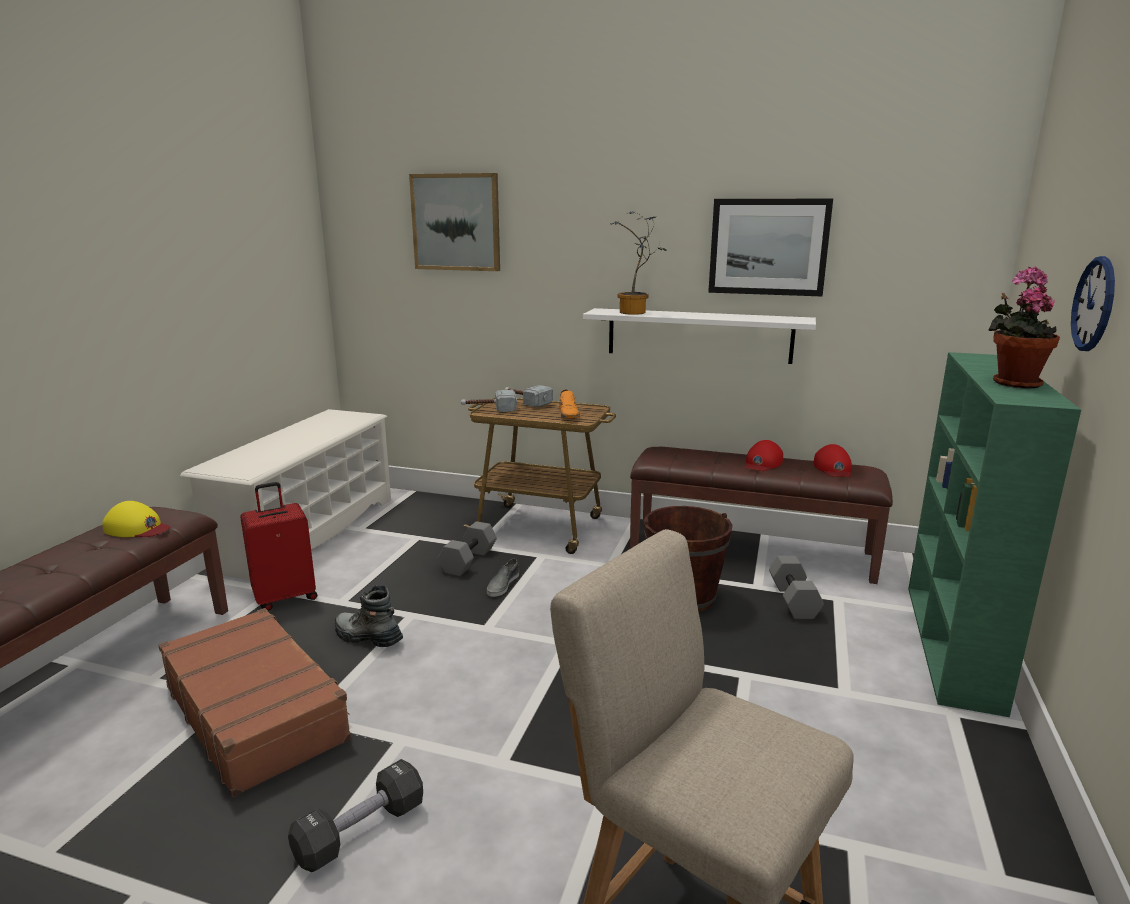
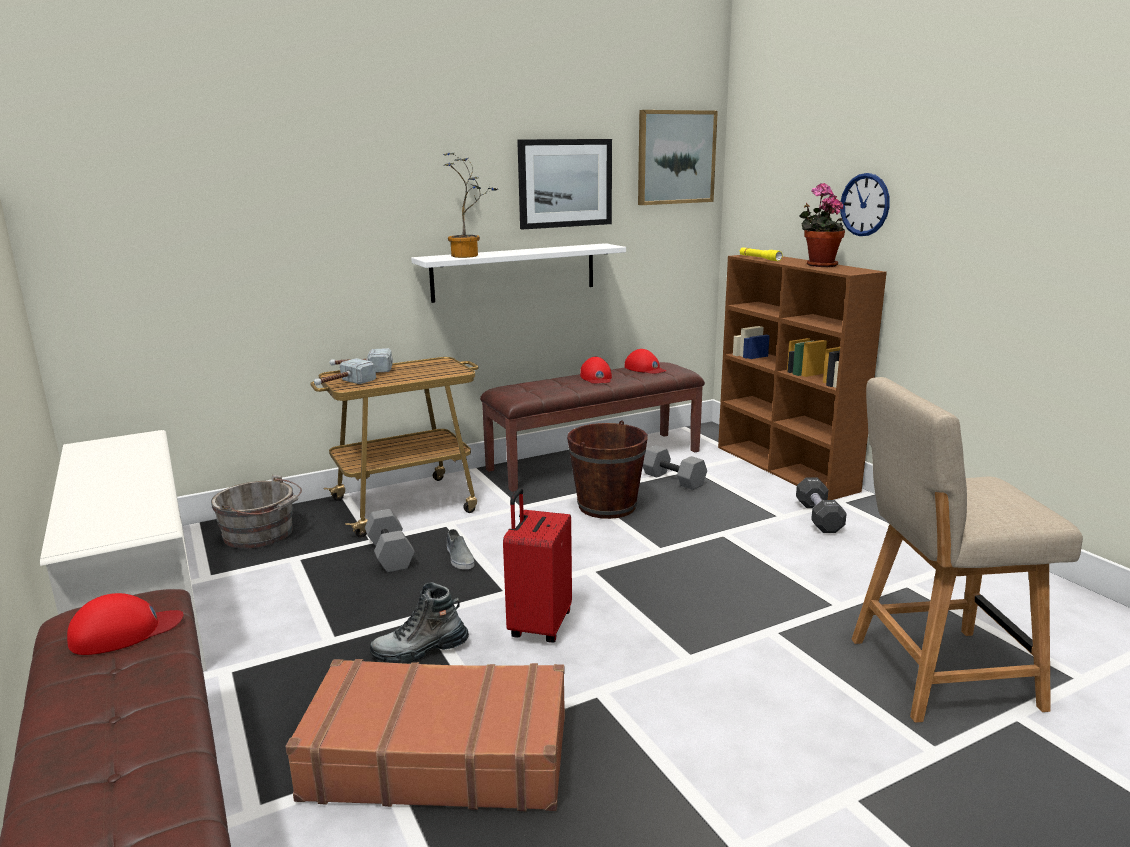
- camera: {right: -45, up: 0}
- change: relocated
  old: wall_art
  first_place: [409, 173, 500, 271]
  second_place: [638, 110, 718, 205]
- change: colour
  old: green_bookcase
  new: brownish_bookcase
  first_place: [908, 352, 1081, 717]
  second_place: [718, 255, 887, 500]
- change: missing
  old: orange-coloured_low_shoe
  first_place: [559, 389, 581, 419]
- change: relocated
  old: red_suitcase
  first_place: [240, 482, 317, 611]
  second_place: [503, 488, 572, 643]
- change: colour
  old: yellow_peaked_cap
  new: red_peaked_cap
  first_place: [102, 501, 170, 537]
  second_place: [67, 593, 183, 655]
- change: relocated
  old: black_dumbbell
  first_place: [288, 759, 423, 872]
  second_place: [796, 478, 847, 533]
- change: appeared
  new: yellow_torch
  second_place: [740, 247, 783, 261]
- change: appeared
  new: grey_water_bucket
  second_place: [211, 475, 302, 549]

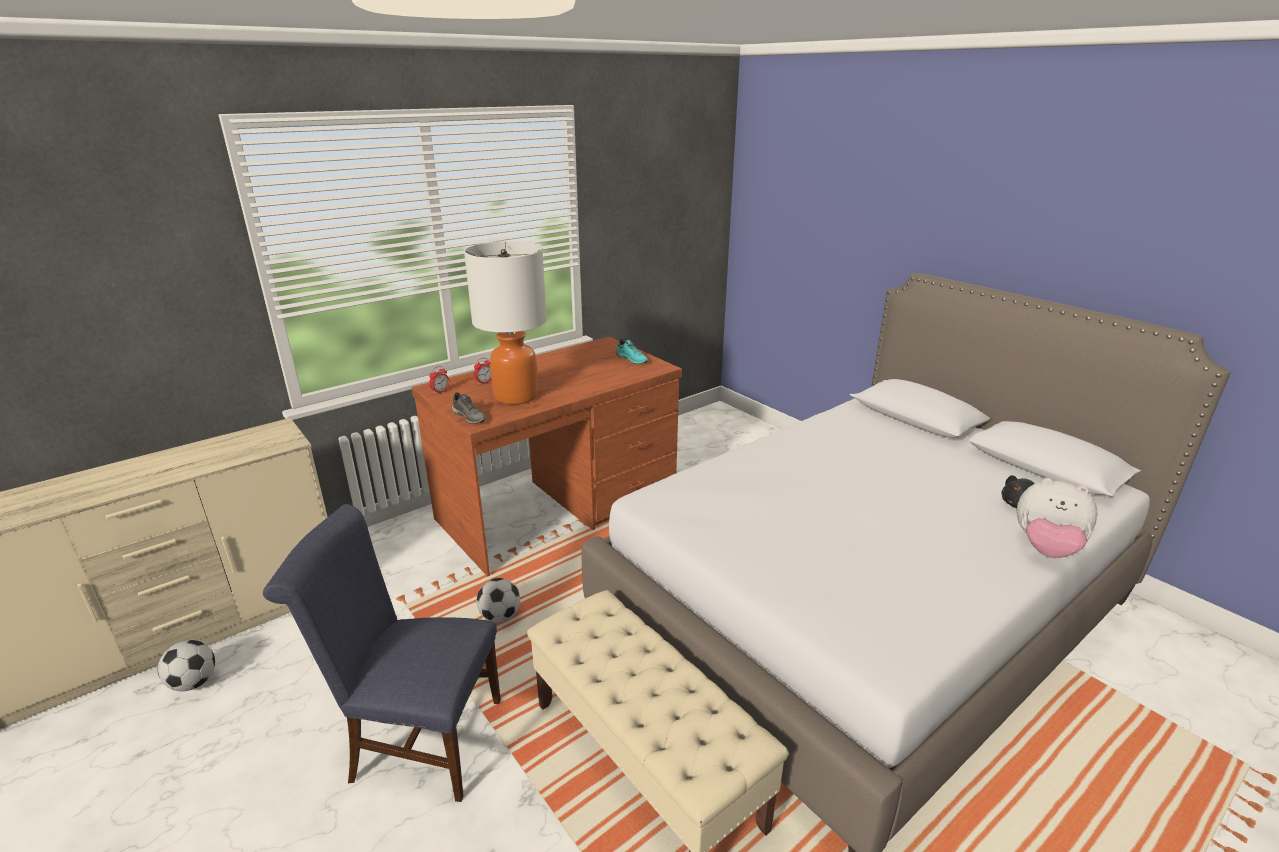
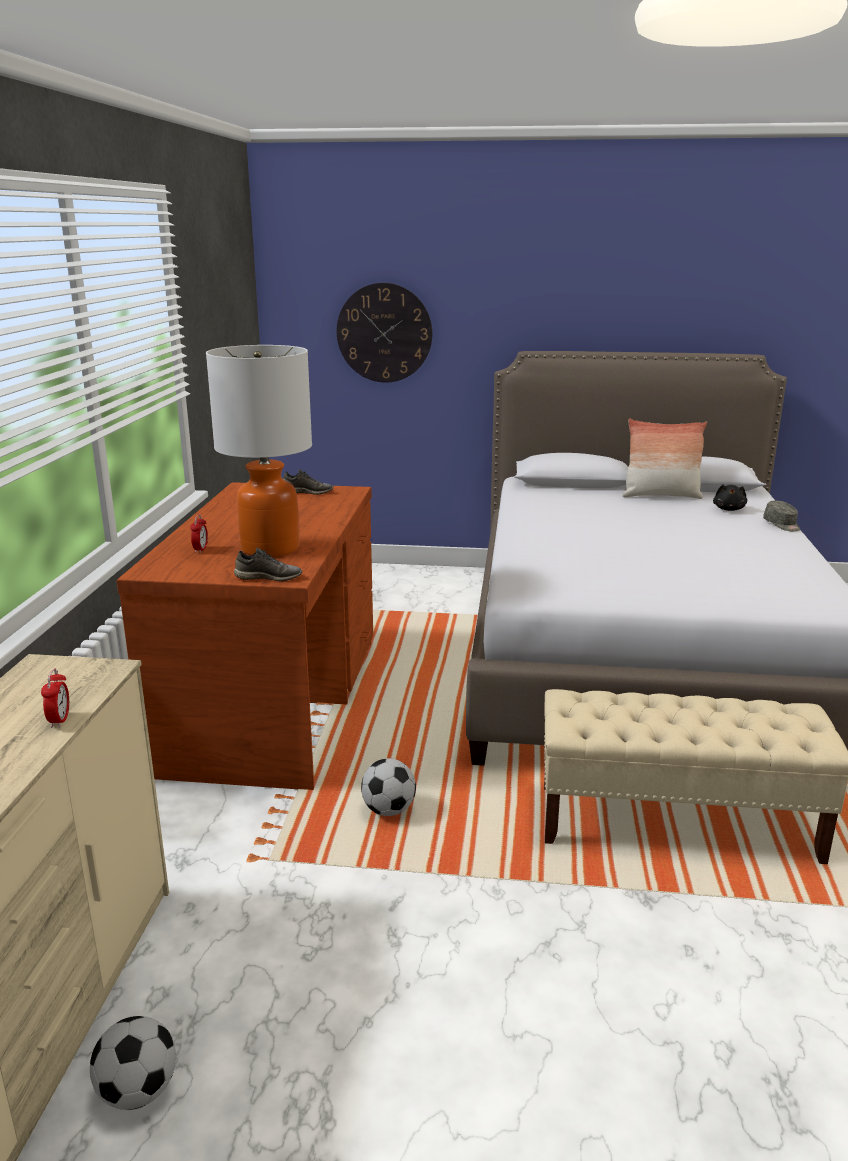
- camera: {right: -45, up: -5}
- change: colour
  old: blue-green_low_shoe
  new: grey_low_shoe
  first_place: [616, 339, 648, 364]
  second_place: [283, 469, 333, 495]
- change: relocated
  old: table_clock
  first_place: [429, 366, 449, 394]
  second_place: [41, 669, 69, 728]
- change: exchanged
  old: plush_toy
  new: grey_peaked_cap
  first_place: [1017, 478, 1097, 558]
  second_place: [763, 501, 800, 531]
- change: missing
  old: bluish_plain_chair
  first_place: [263, 504, 501, 802]
- change: appeared
  new: clock_on_the_wall
  second_place: [337, 283, 432, 383]
- change: appeared
  new: throw_pillow
  second_place: [622, 418, 707, 499]

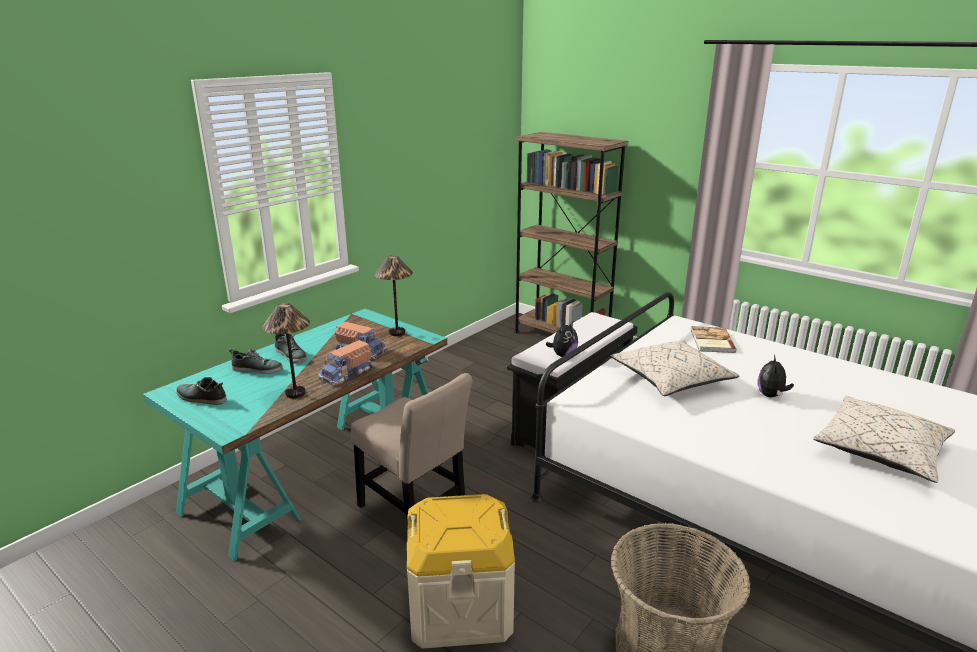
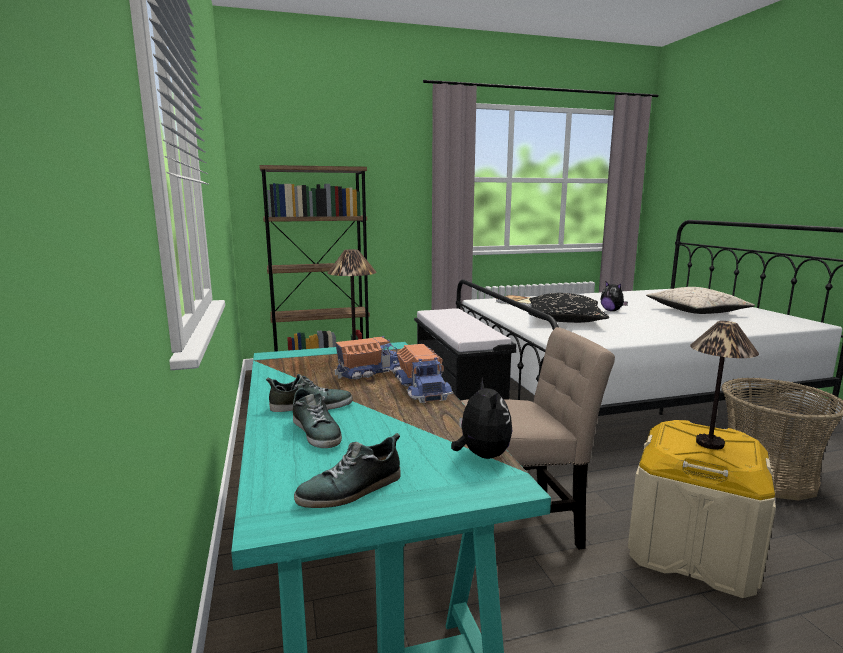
- camera: {right: -55, up: -10}
- change: relocated
  old: lamp_for_a_table
  first_place: [263, 303, 310, 398]
  second_place: [690, 321, 759, 450]
- change: relocated
  old: plush_toy
  first_place: [546, 320, 578, 357]
  second_place: [451, 377, 512, 459]
- change: colour
  old: sand-coloured_throw_pillow
  new: black_throw_pillow
  first_place: [610, 340, 740, 396]
  second_place: [529, 293, 609, 323]
- change: spun
  old: low_shoe
  first_place: [229, 348, 283, 374]
  second_place: [293, 385, 342, 448]
  degrees: 105

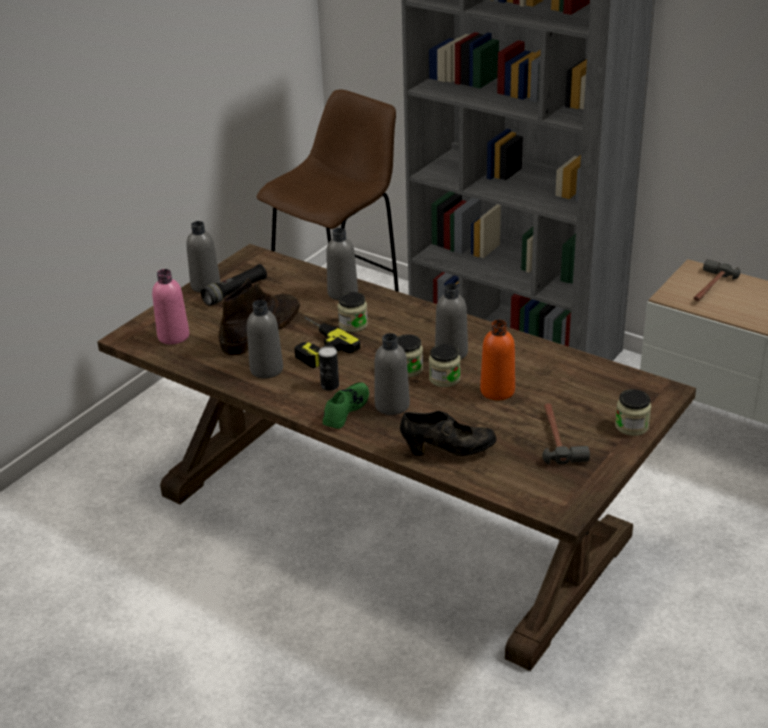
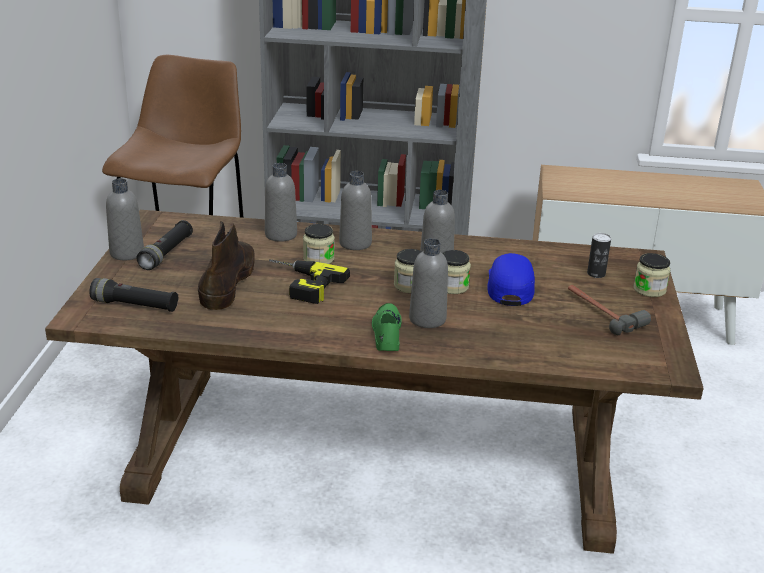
- camera: {right: -30, up: -5}
- change: missing
  old: tool_hammer
  first_place: [694, 259, 740, 301]
- change: exchanged
  old: pink-coloured_beverage_bottle
  new: black_torch
  first_place: [152, 269, 189, 345]
  second_place: [89, 278, 179, 312]
- change: relocated
  old: grey_beverage_bottle
  first_place: [247, 300, 283, 378]
  second_place: [339, 171, 372, 250]
- change: exchanged
  old: orange-coloured_beverage_bottle
  new: bluish_peaked_cap
  first_place: [480, 319, 515, 401]
  second_place: [487, 253, 535, 306]
- change: relocated
  old: metal_can
  first_place: [318, 346, 339, 391]
  second_place: [587, 233, 611, 278]
- change: missing
  old: black_low_shoe
  first_place: [400, 411, 497, 456]

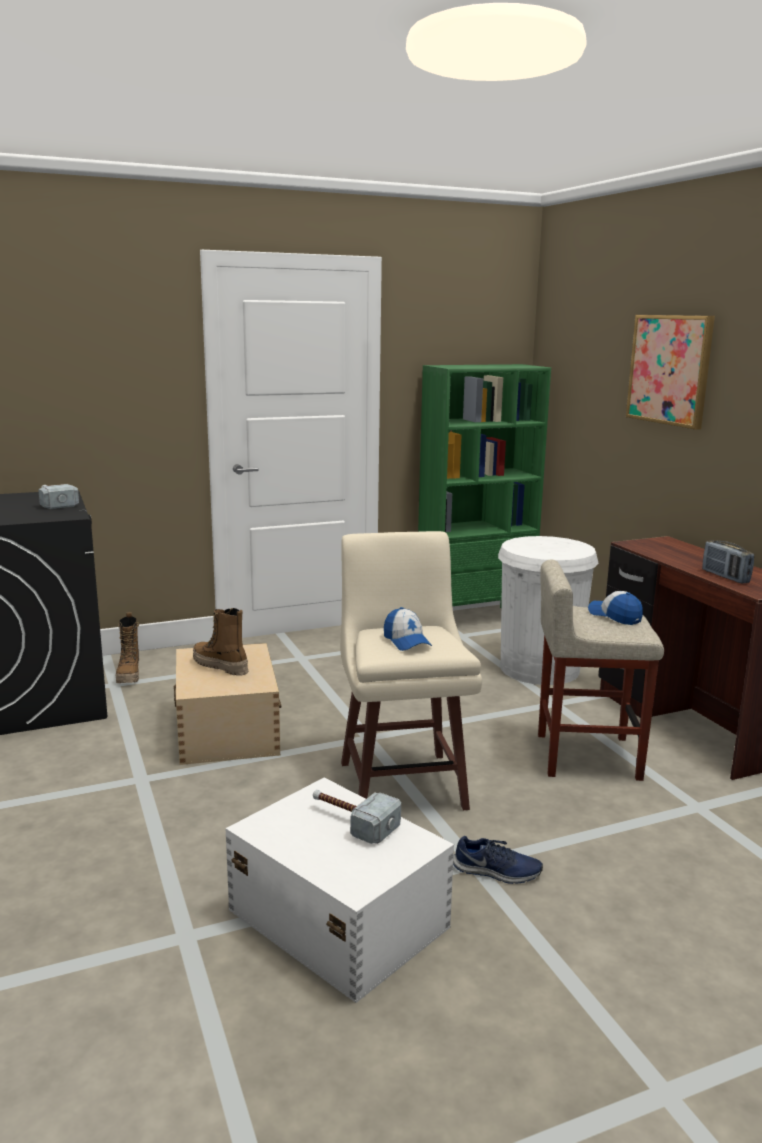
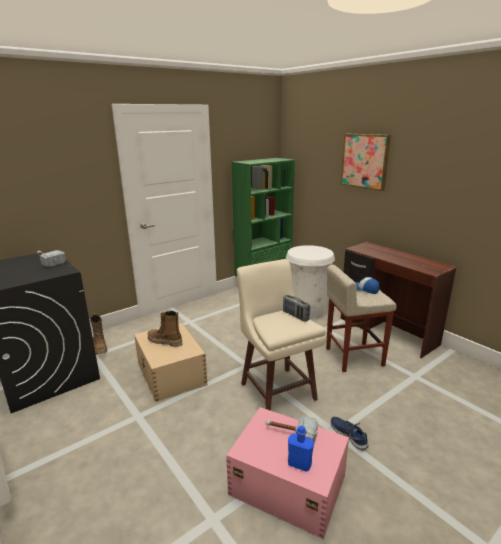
- camera: {right: -15, up: 5}
- change: relocated
  old: radio_receiver
  first_place: [702, 541, 754, 583]
  second_place: [283, 295, 310, 322]
- change: missing
  old: peaked_cap
  first_place: [384, 607, 432, 651]
- change: colour
  old: white-coloured_storage_box
  new: pink-coloured_storage_box
  first_place: [225, 778, 454, 1003]
  second_place: [226, 407, 349, 539]
- change: spun
  old: bluish_low_shoe
  first_place: [453, 836, 543, 884]
  second_place: [331, 417, 369, 451]
  degrees: -120
- change: appeared
  new: bluish_beverage_bottle
  second_place: [288, 426, 314, 472]

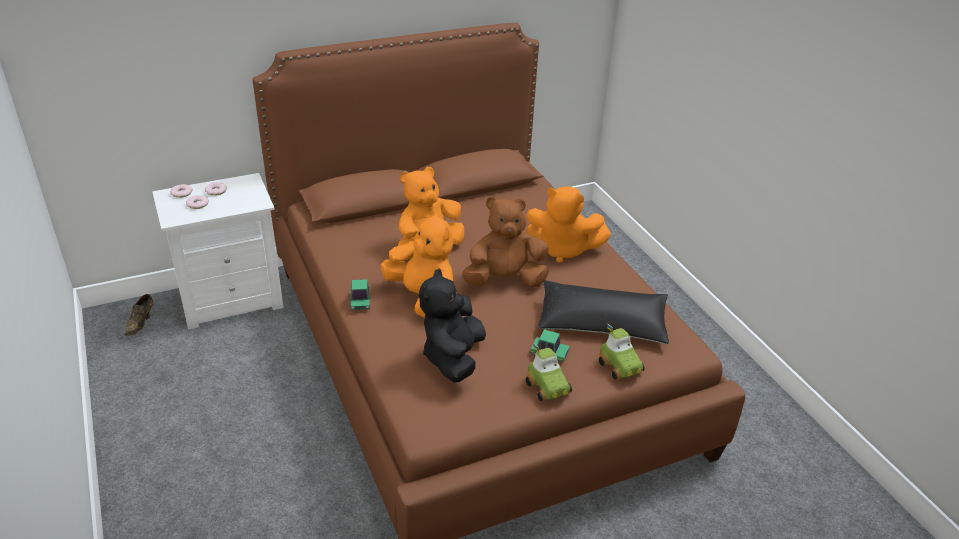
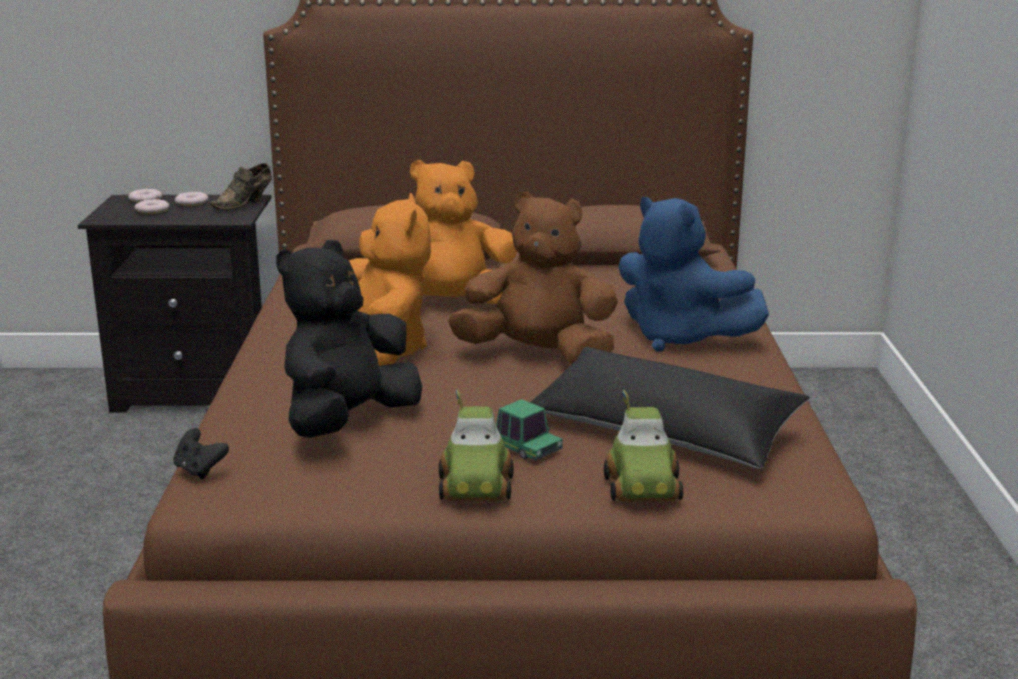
- camera: {right: 25, up: -15}
- change: colour
  old: white-coloured_bedside_table
  new: black_bedside_table
  first_place: [152, 173, 284, 330]
  second_place: [78, 195, 271, 412]
- change: colour
  old: orange-coloured_plush_toy
  new: bluish_plush_toy
  first_place: [526, 186, 611, 263]
  second_place: [618, 197, 769, 352]
- change: missing
  old: model_car
  first_place: [349, 279, 371, 310]
- change: relocated
  old: brownish_low_shoe
  first_place: [124, 294, 153, 335]
  second_place: [210, 163, 272, 210]
- change: appeared
  new: black_joypad
  second_place: [173, 428, 229, 479]

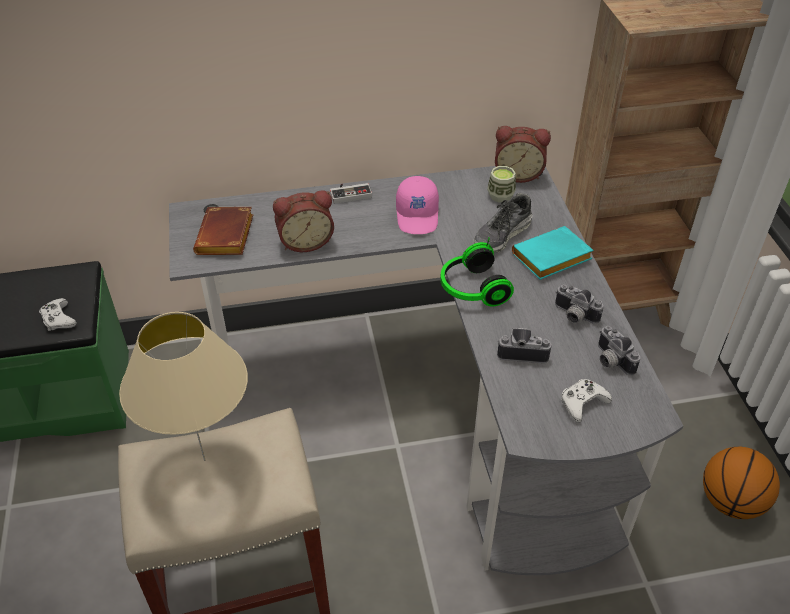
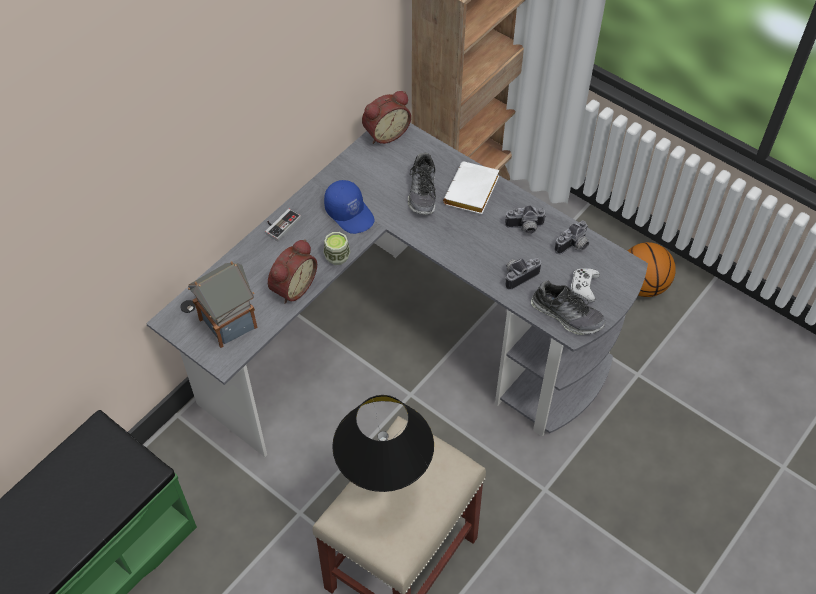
- camera: {right: -40, up: 10}
- change: relocated
  old: small_cup
  first_place: [487, 166, 516, 202]
  second_place: [324, 232, 350, 265]
- change: colour
  old: pink-coloured_peaked_cap
  new: bluish_peaked_cap
  first_place: [396, 176, 439, 234]
  second_place: [324, 180, 374, 234]
- change: exchanged
  old: brownish_bound_book
  new: toy_house
  first_place: [193, 207, 253, 255]
  second_place: [188, 261, 257, 348]
- change: colour
  old: blue-green_bound_book
  new: white-coloured_bound_book
  first_place: [512, 226, 594, 280]
  second_place: [443, 161, 499, 214]
- change: missing
  old: headphones
  first_place: [440, 238, 514, 306]
- change: missing
  old: white-coloured_joypad
  first_place: [39, 298, 77, 331]
- change: colour
  old: sand-coloured_lamp_for_a_table
  new: black_lamp_for_a_table
  first_place: [119, 312, 248, 461]
  second_place: [332, 395, 434, 492]
- change: spun
  old: photo_camera
  first_place: [598, 325, 640, 376]
  second_place: [555, 221, 589, 254]
  degrees: -60
- change: appeared
  new: low_shoe
  second_place: [531, 281, 606, 335]

